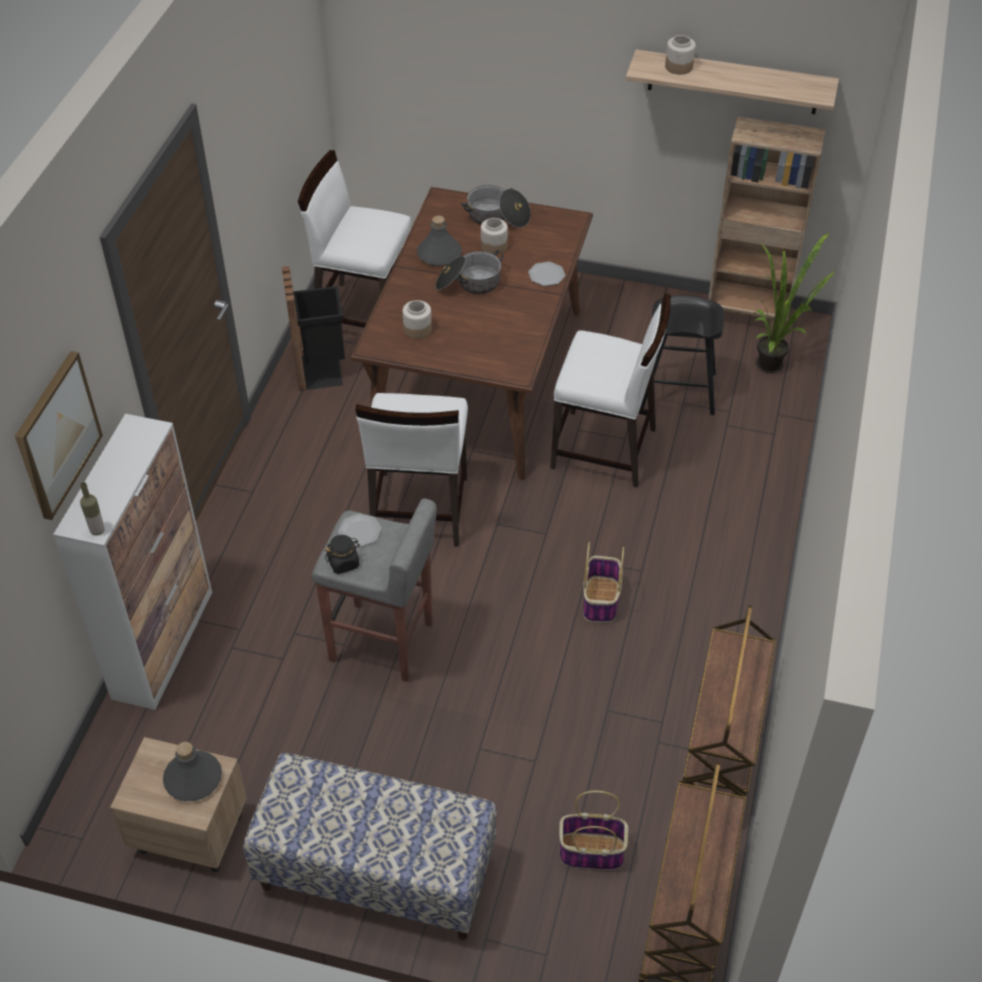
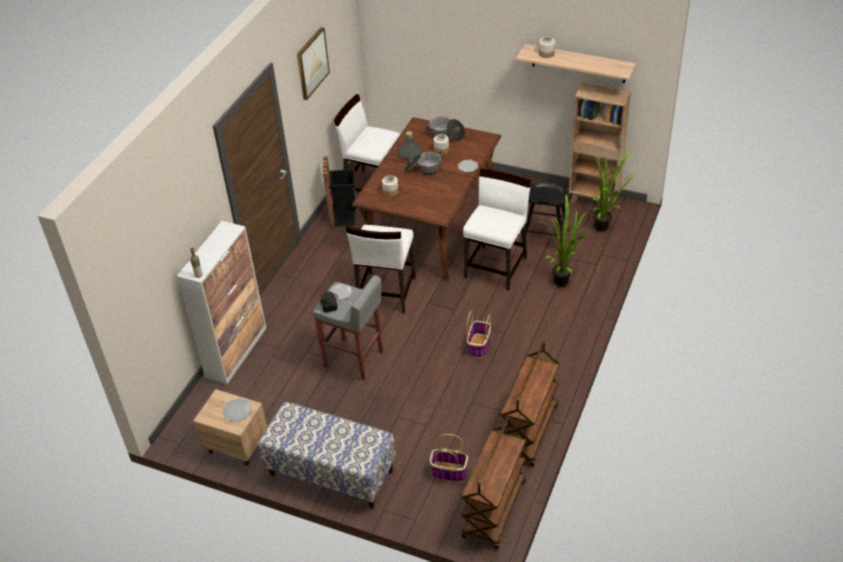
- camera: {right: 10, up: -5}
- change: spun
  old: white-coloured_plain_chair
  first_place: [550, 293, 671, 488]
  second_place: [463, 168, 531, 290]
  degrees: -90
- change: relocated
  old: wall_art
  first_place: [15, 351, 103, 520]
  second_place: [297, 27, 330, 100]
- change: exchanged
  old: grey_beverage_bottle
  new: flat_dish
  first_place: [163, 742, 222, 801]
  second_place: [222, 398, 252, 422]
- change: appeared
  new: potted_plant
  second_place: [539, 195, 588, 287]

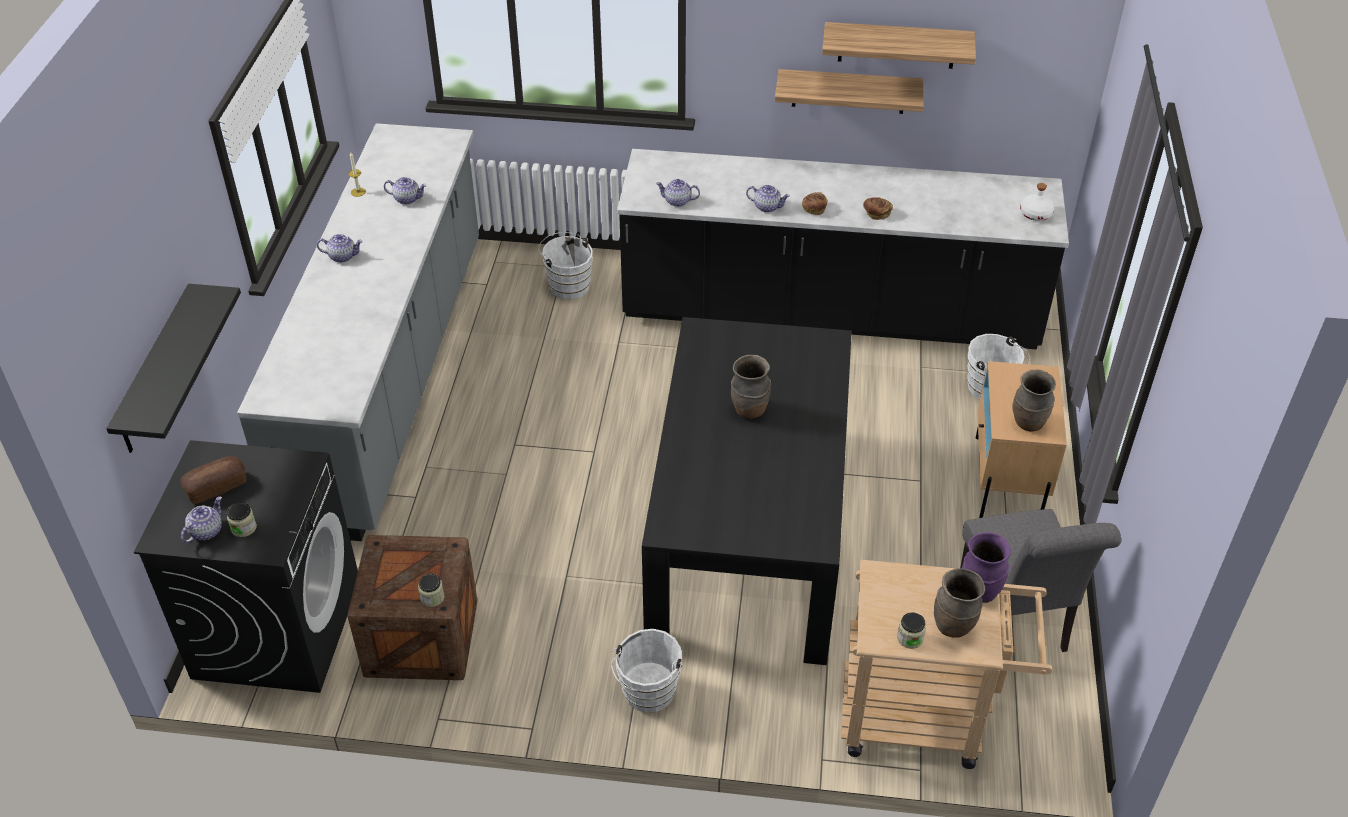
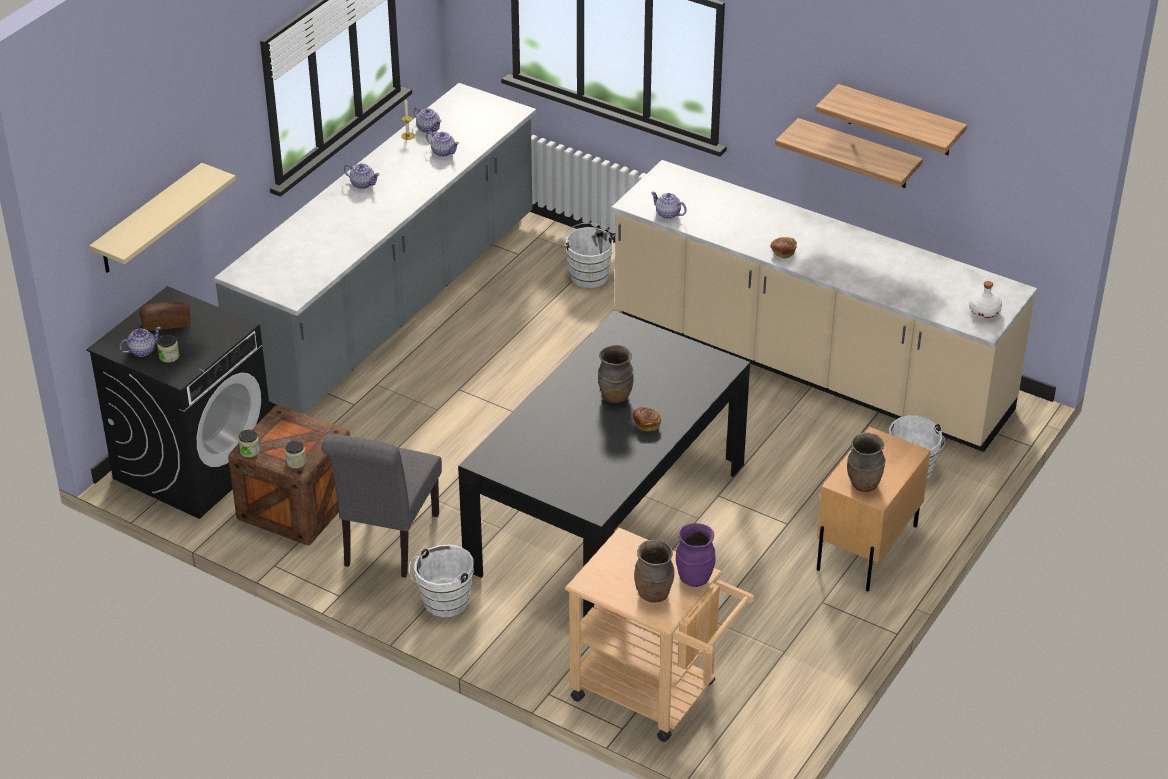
- camera: {right: 25, up: -5}
- change: colour
  old: black_kitchen_counter
  new: sand-coloured_kitchen_counter
  first_place: [617, 149, 1069, 349]
  second_place: [611, 160, 1037, 452]
- change: relocated
  old: pot_for_tea
  first_place: [746, 185, 790, 213]
  second_place: [414, 107, 442, 133]
- change: relocated
  old: baked_bread
  first_place: [863, 197, 893, 220]
  second_place: [632, 407, 661, 432]
- change: colour
  old: black_shelf
  new: sand-coloured_shelf
  first_place: [106, 284, 241, 453]
  second_place: [89, 163, 236, 273]
- change: relocated
  old: grey_plain_chair
  first_place: [960, 509, 1121, 652]
  second_place: [322, 434, 442, 578]
- change: relocated
  old: storage_jar
  first_place: [897, 613, 926, 649]
  second_place: [238, 430, 260, 457]

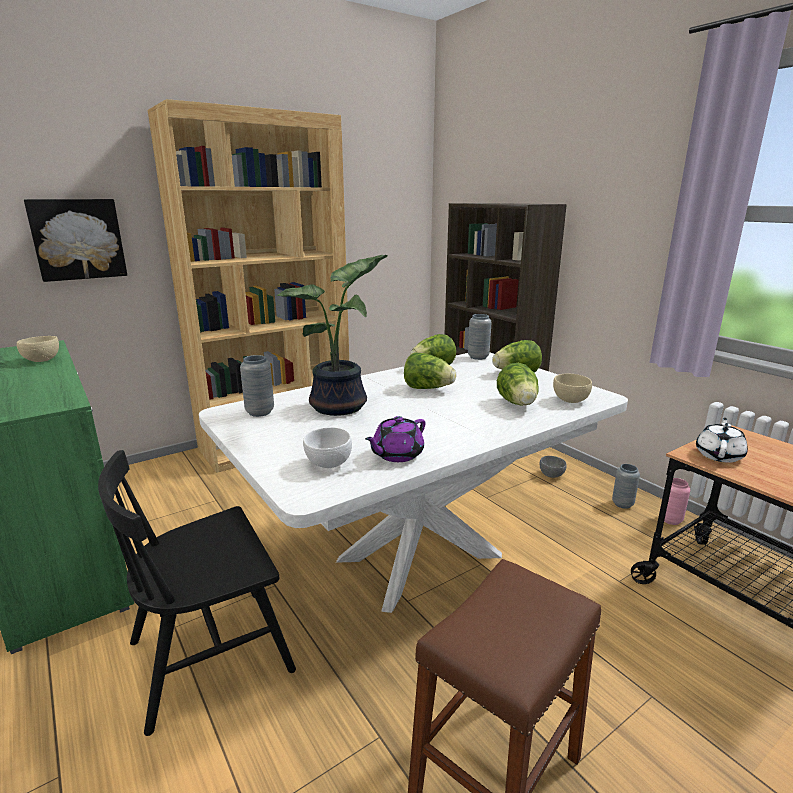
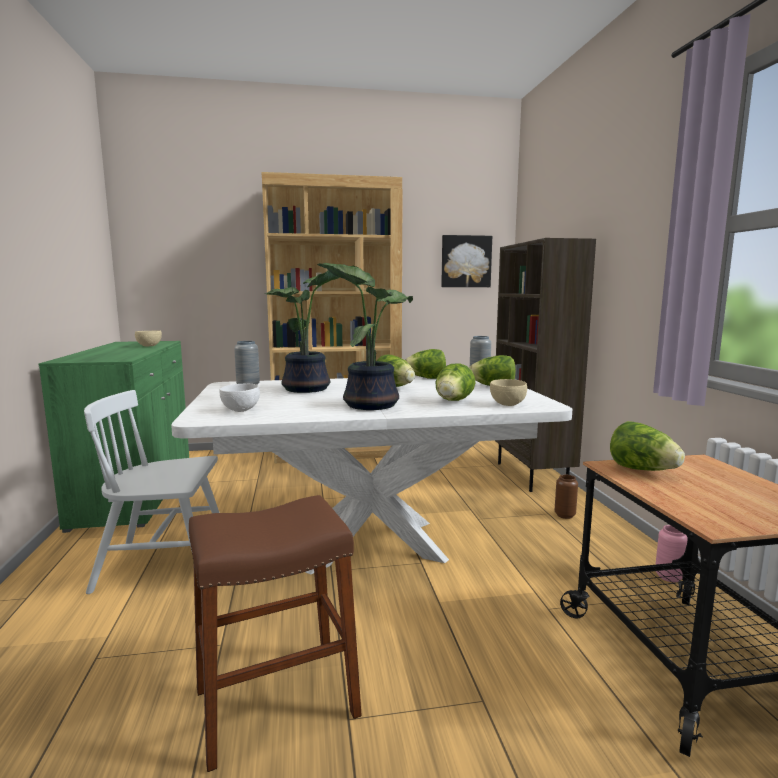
- camera: {right: 25, up: -10}
- change: relocated
  old: wall_art
  first_place: [24, 199, 127, 282]
  second_place: [441, 235, 492, 287]
- change: missing
  old: purple_pot_for_tea
  first_place: [365, 416, 425, 462]
- change: exchanged
  old: white-coloured_pot_for_tea
  new: lettuce_head
  first_place: [696, 418, 748, 463]
  second_place: [610, 421, 685, 471]
- change: colour
  old: black_plain_chair
  new: white-coloured_plain_chair
  first_place: [98, 450, 296, 736]
  second_place: [84, 390, 220, 594]
- change: exchanged
  old: grey_bowl
  new: brownish_decorative_vase
  first_place: [540, 456, 567, 478]
  second_place: [555, 475, 578, 519]
- change: missing
  old: grey_decorative_vase
  first_place: [612, 464, 640, 509]
- change: appeared
  new: potted_plant
  second_place: [317, 263, 413, 410]

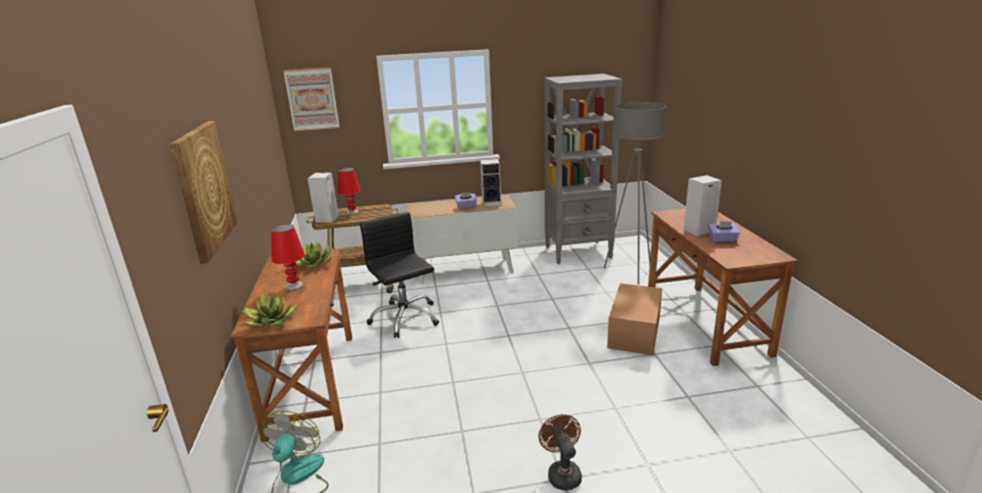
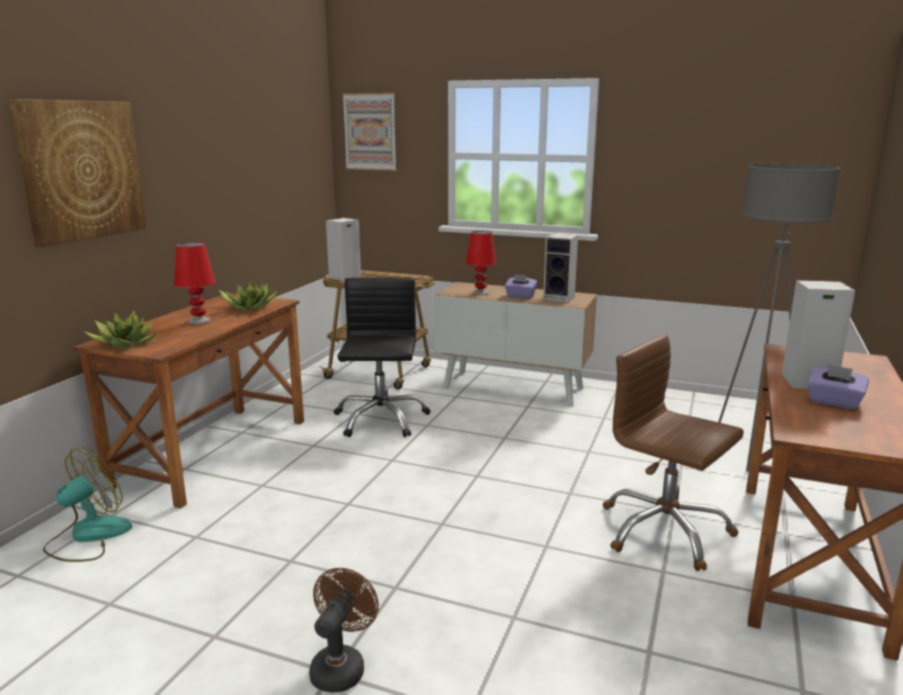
- camera: {right: 30, up: -5}
- change: missing
  old: grey_bookcase
  first_place: [544, 74, 623, 264]
- change: relocated
  old: red_lamp_for_a_table
  first_place: [338, 167, 361, 215]
  second_place: [466, 231, 496, 295]
- change: exchanged
  old: carton
  new: brownish_computer_chair
  first_place: [607, 283, 662, 355]
  second_place: [603, 334, 744, 571]

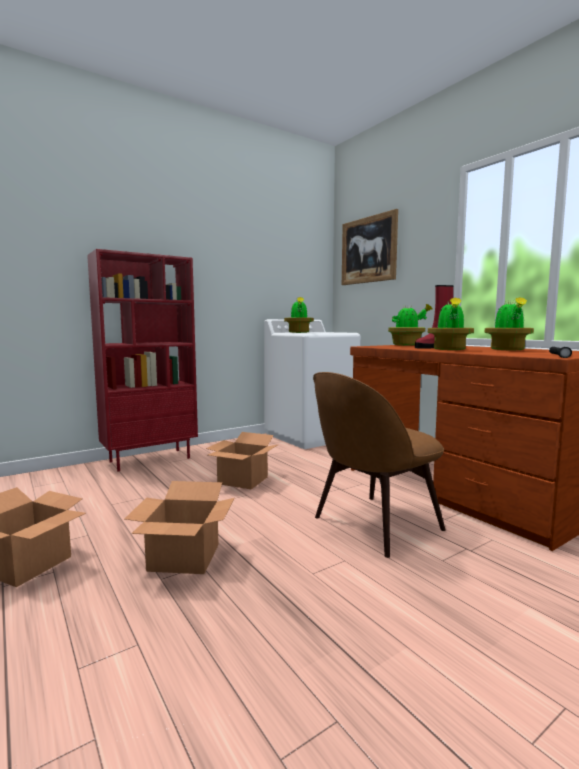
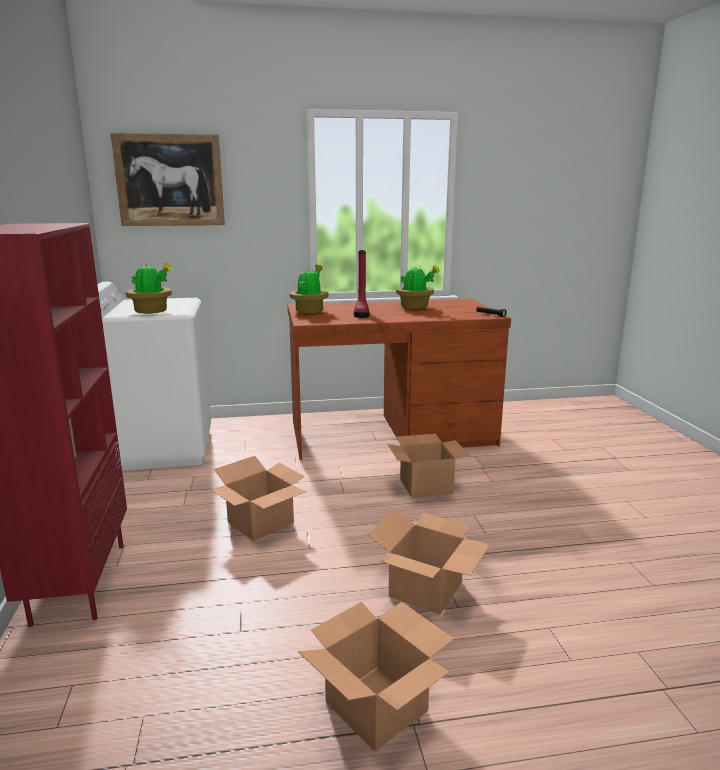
- camera: {right: -65, up: 10}
- change: missing
  old: potted_plant
  first_place: [428, 297, 474, 350]
- change: exchanged
  old: brownish_plain_chair
  new: carton
  first_place: [313, 372, 446, 558]
  second_place: [388, 434, 469, 498]

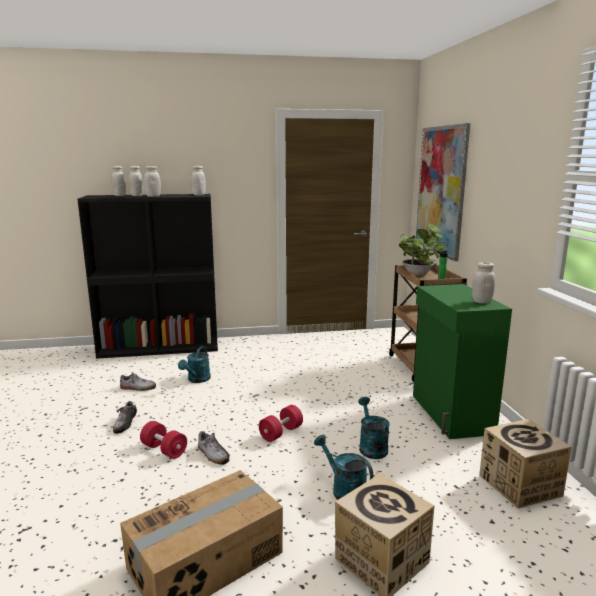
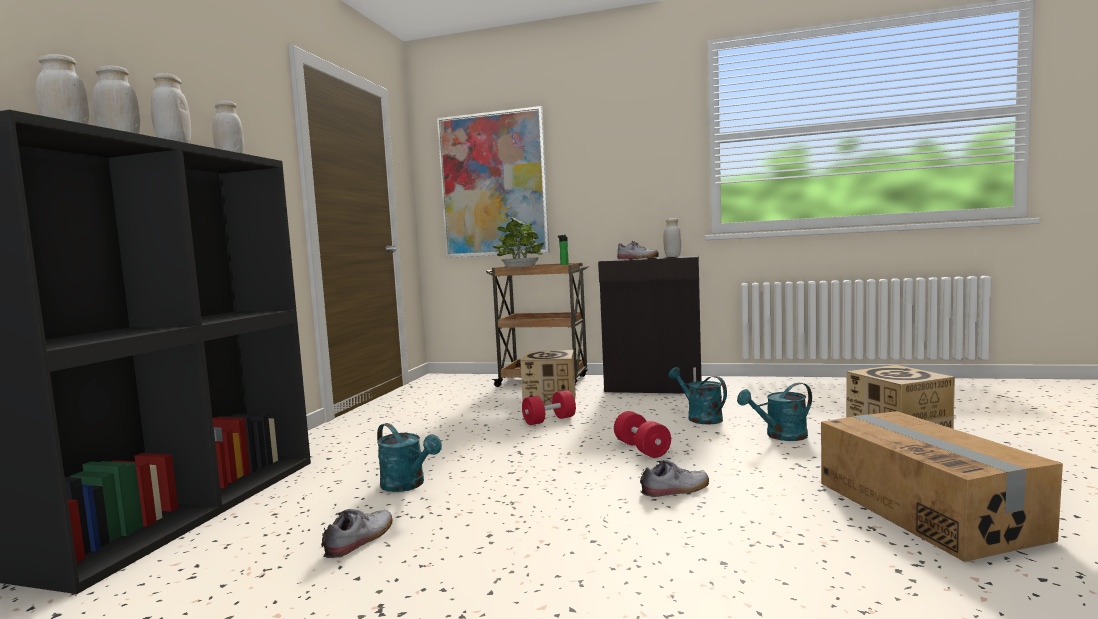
- camera: {right: -65, up: -10}
- change: colour
  old: green_storage_cabinet
  new: black_storage_cabinet
  first_place: [413, 284, 512, 439]
  second_place: [598, 256, 701, 394]
- change: spun
  old: blue-green_watering_can
  first_place: [358, 397, 390, 459]
  second_place: [669, 367, 727, 425]
  degrees: 45
- change: relocated
  old: low_shoe
  first_place: [113, 401, 137, 434]
  second_place: [617, 240, 659, 259]
- change: relocated
  old: carton
  first_place: [479, 419, 572, 508]
  second_place: [520, 350, 576, 406]
- change: relocated
  old: red_dumbbell
  first_place: [140, 421, 187, 459]
  second_place: [522, 390, 576, 425]

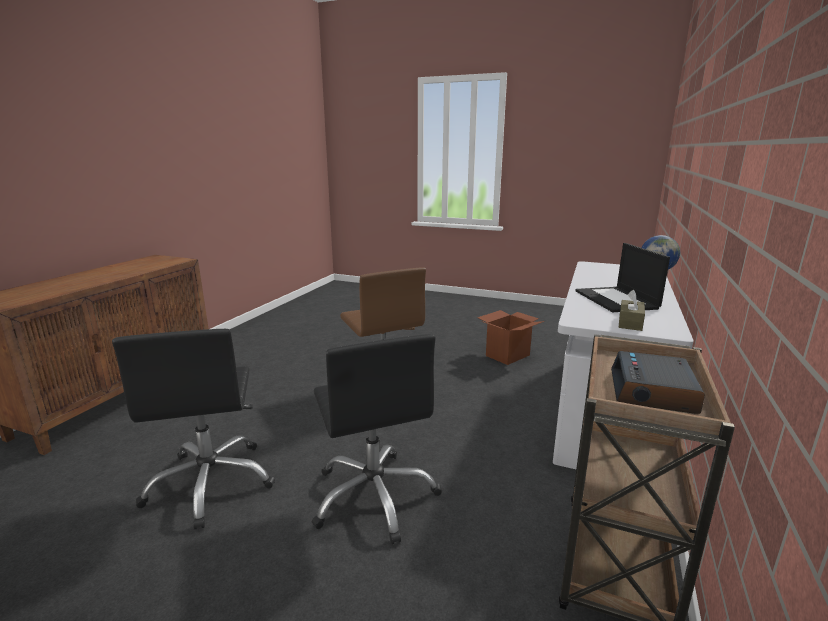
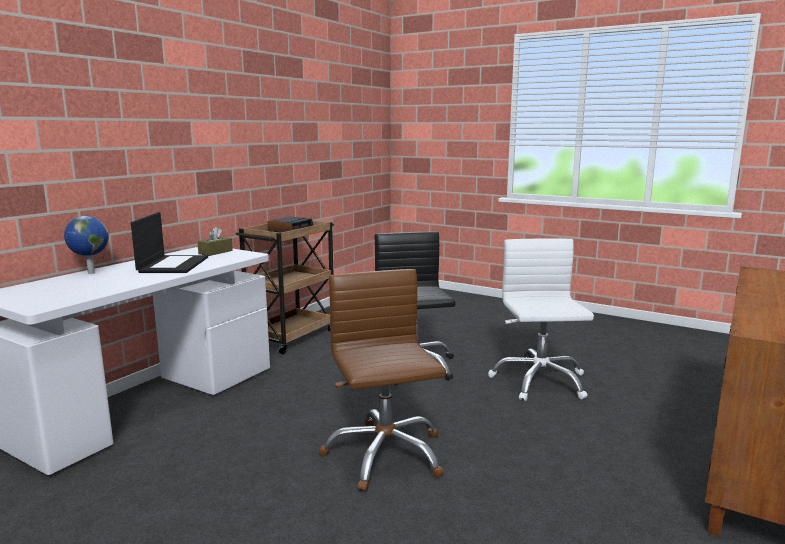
- camera: {right: -170, up: -5}
- change: missing
  old: carton
  first_place: [477, 310, 544, 365]
- change: colour
  old: black_computer_chair
  new: white-coloured_computer_chair
  first_place: [112, 329, 275, 529]
  second_place: [488, 238, 594, 401]

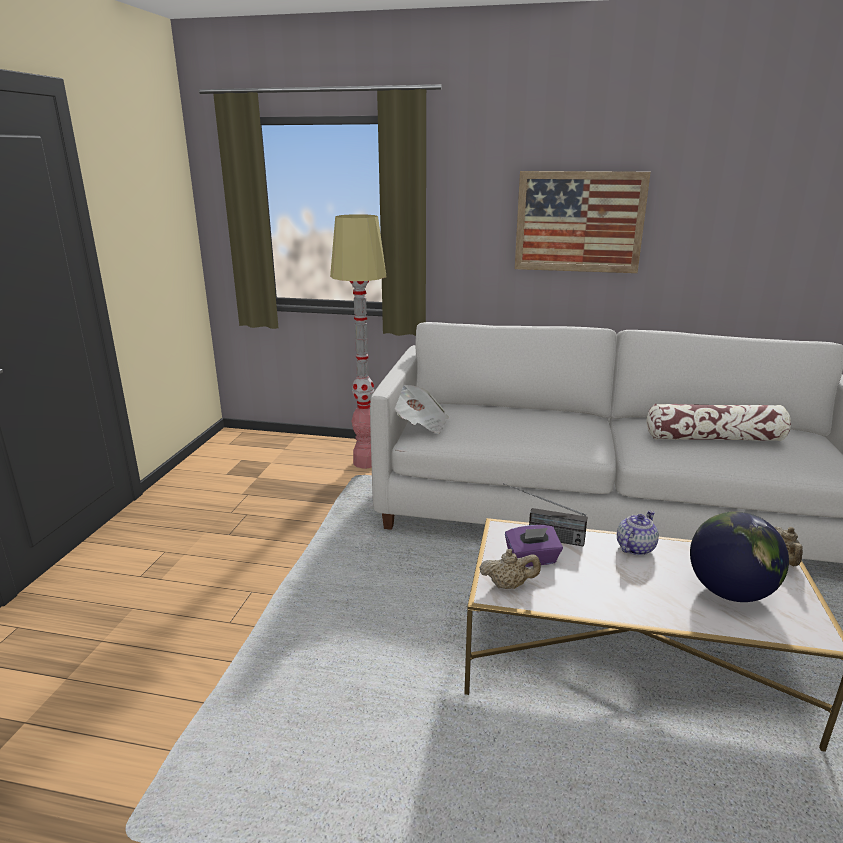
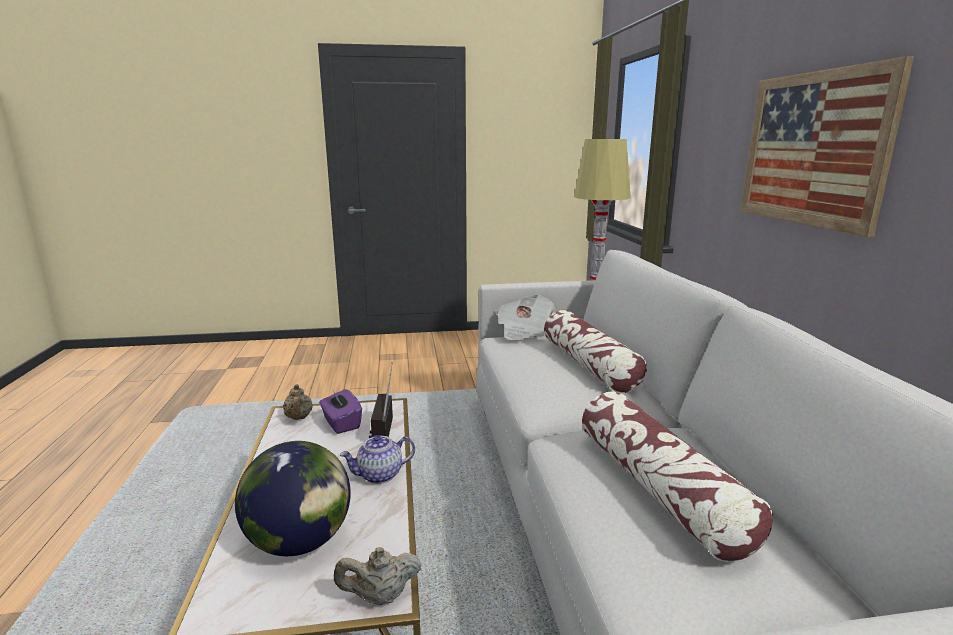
- camera: {right: 70, up: -5}
- change: spun
  old: pot_for_tea
  first_place: [617, 510, 659, 556]
  second_place: [340, 435, 415, 484]
  degrees: 135
- change: appeared
  new: throw_pillow
  second_place: [544, 310, 647, 393]

